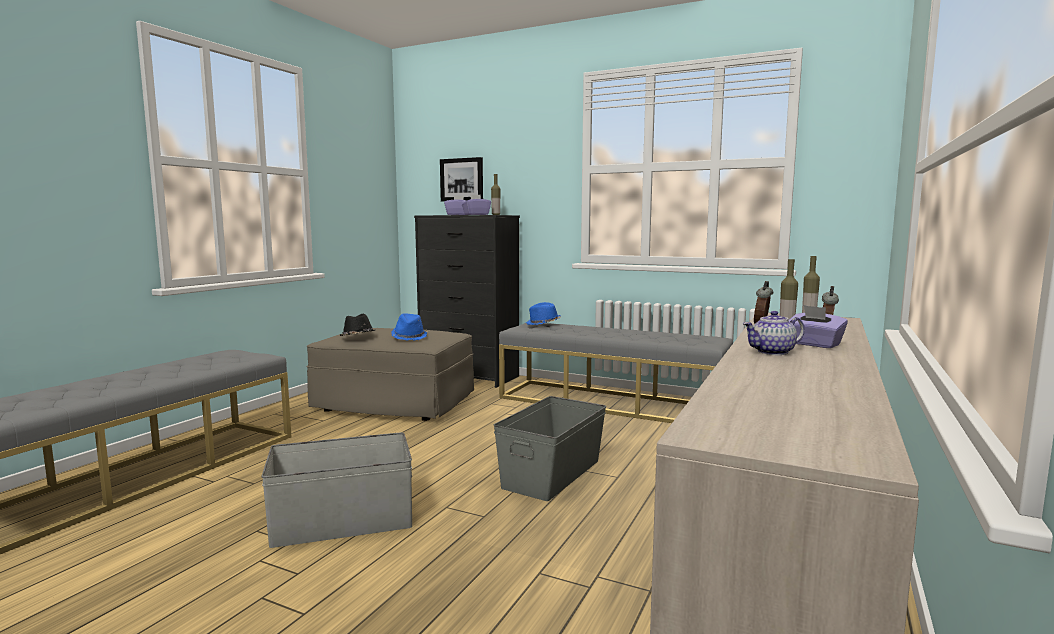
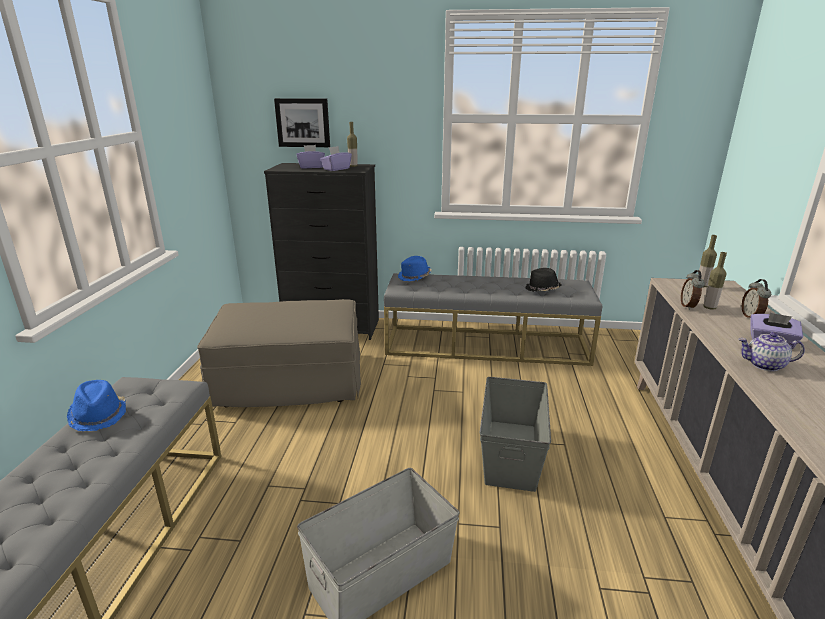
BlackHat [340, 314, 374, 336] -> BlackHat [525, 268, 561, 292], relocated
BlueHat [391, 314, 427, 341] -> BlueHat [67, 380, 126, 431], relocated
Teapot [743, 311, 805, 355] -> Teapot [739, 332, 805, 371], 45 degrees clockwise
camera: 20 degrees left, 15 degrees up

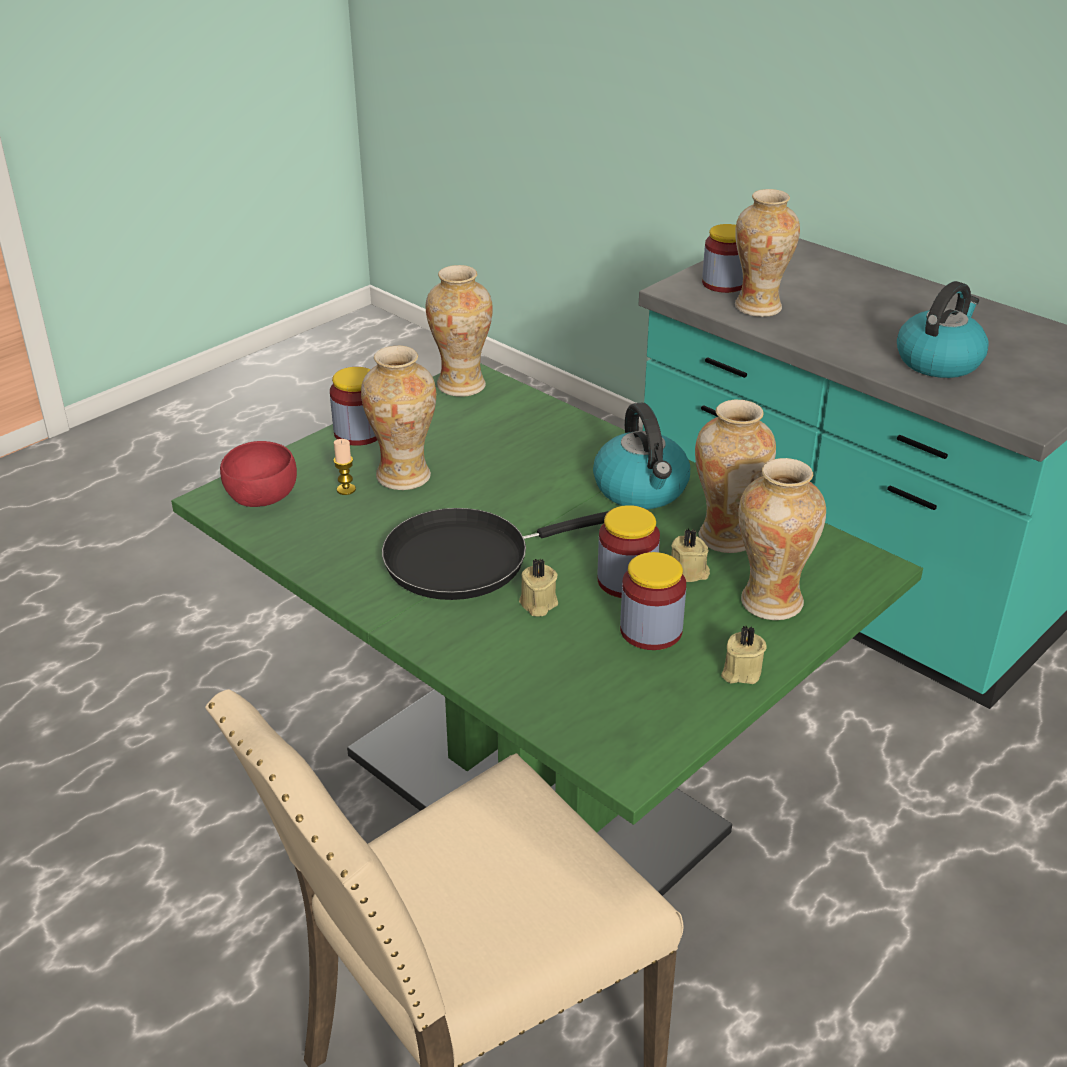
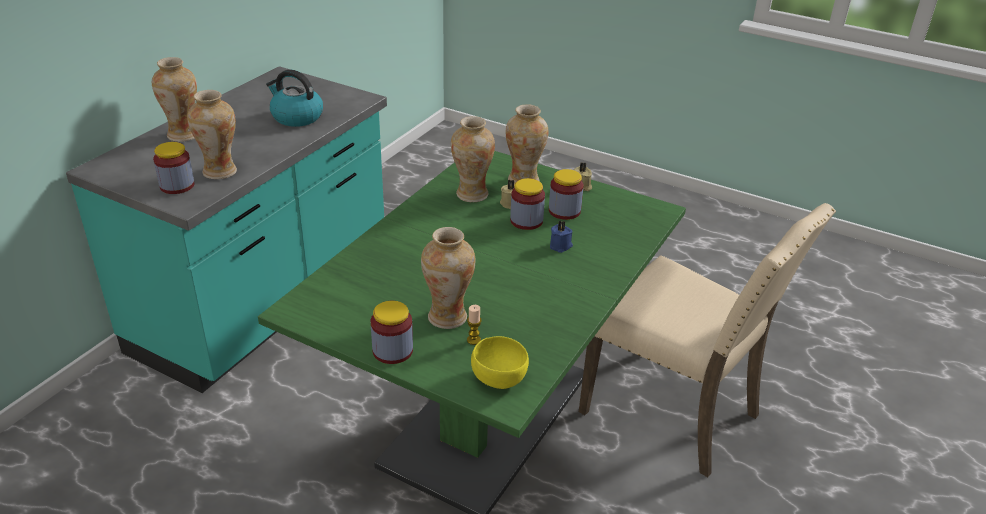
BlackFryingPan [382, 508, 609, 600] -> none
Kettle [593, 402, 690, 509] -> none
Vase [426, 265, 493, 396] -> Vase [152, 57, 197, 142], relocated
RedBowl [220, 441, 297, 507] -> YellowBowl [471, 336, 529, 389]
BeigeCandle [519, 558, 558, 616] -> BlueCandle [550, 220, 573, 253]
camera: 105 degrees left, 0 degrees up

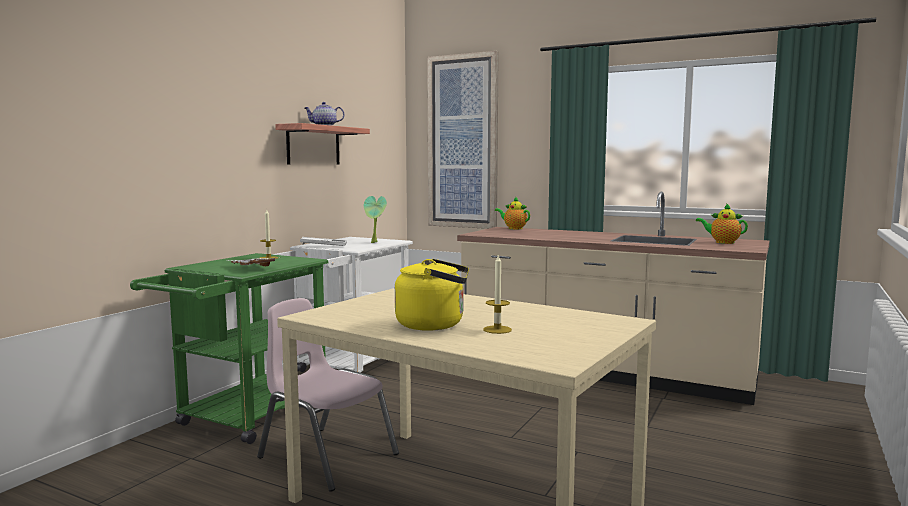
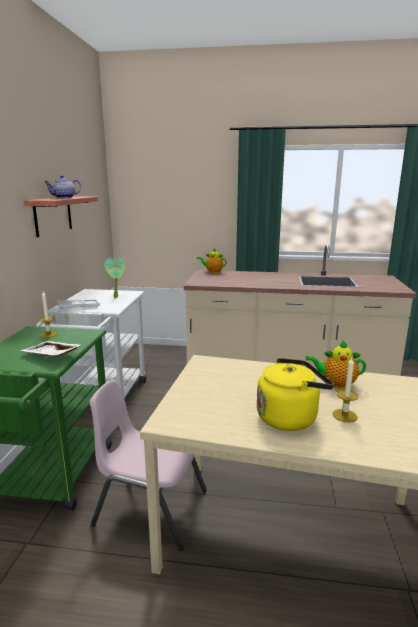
Picture [427, 51, 499, 229] -> none
Teapot [696, 203, 748, 244] -> Teapot [305, 341, 366, 389], relocated
camera: 20 degrees left, 10 degrees up

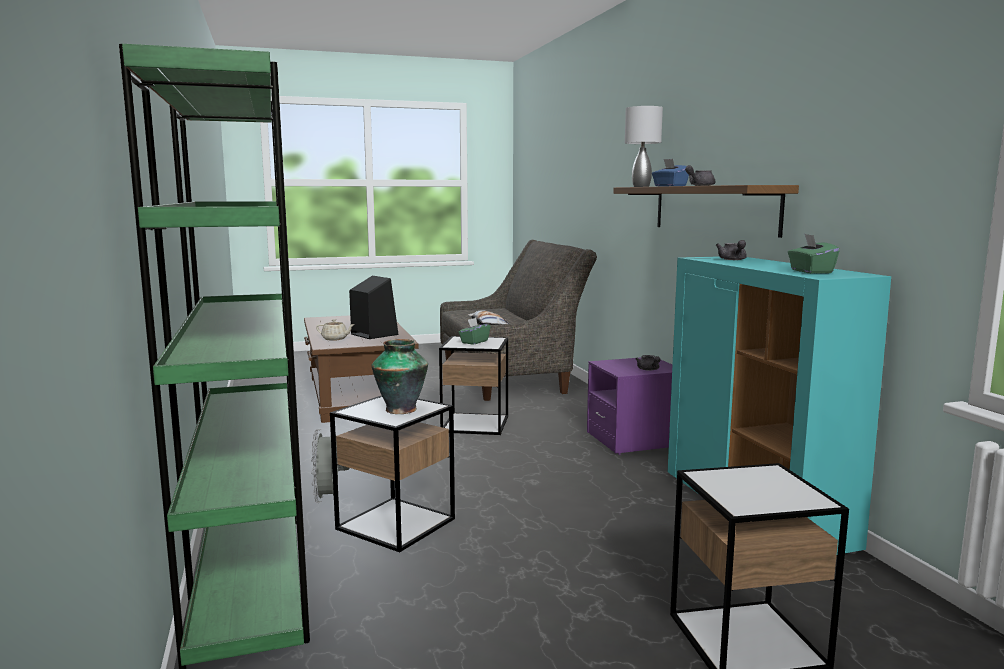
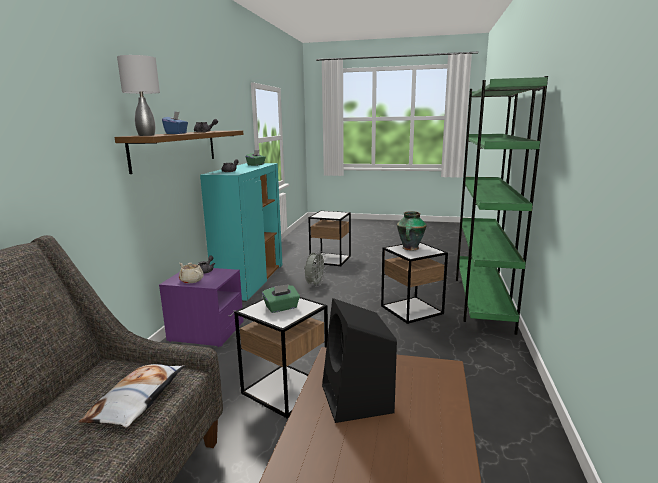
GreyFan [311, 429, 350, 503] -> GreyFan [304, 251, 327, 287], relocated
BeigeTeapot [316, 319, 355, 341] -> BeigeTeapot [179, 263, 204, 283], relocated
camera: 150 degrees left, 5 degrees up

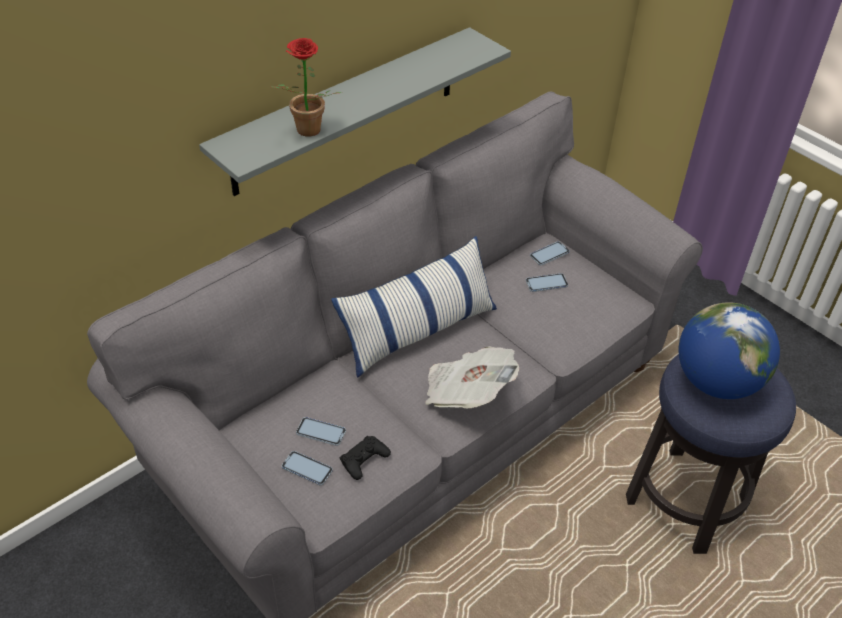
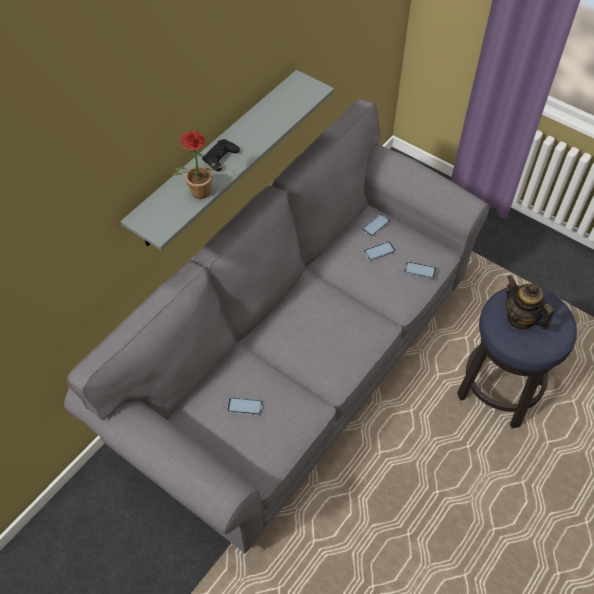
Pillow [331, 236, 497, 378] -> none
Newspaper [425, 346, 519, 409] -> none
Phone [282, 451, 333, 485] -> Phone [404, 261, 436, 279], relocated
BlackGameController [340, 436, 391, 480] -> BlackGameController [202, 139, 240, 171], relocated
Globe [678, 302, 780, 399] -> Teapot [506, 275, 554, 330]
camera: 10 degrees left, 10 degrees up

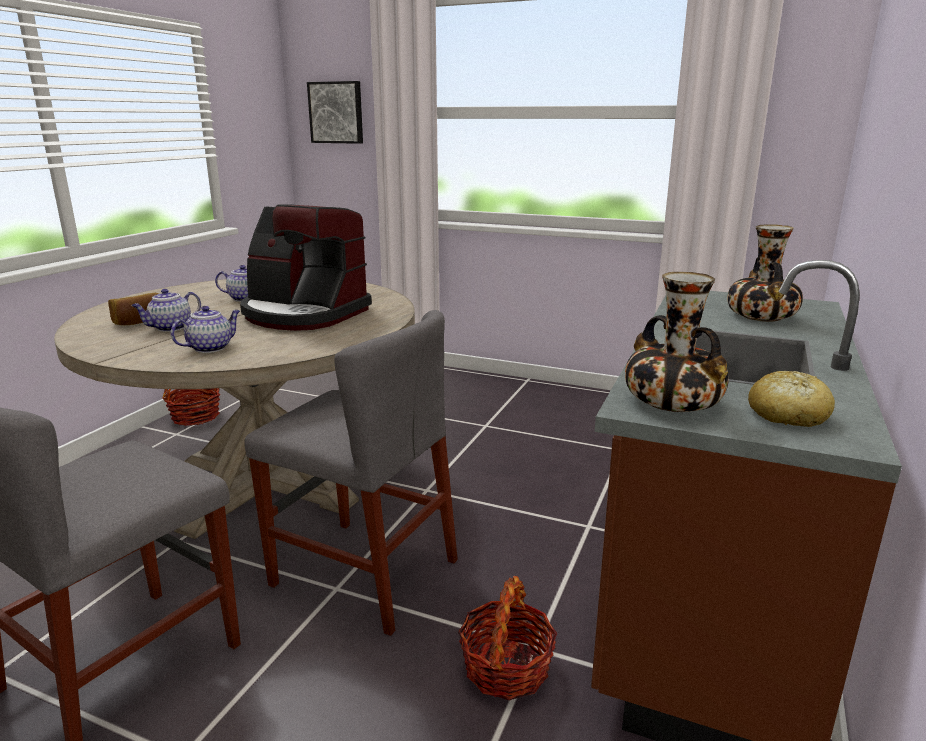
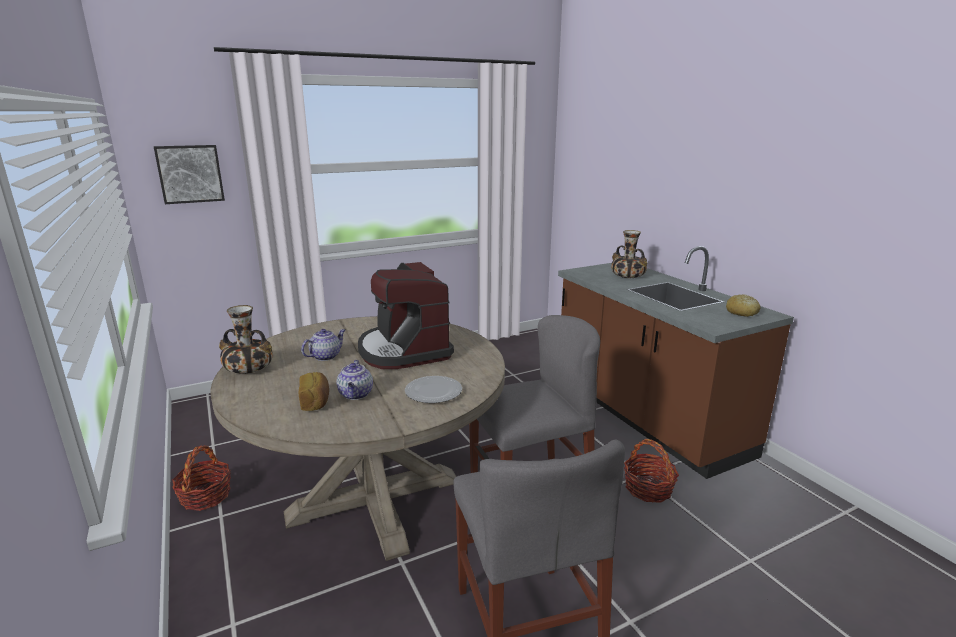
Vase [625, 272, 728, 412] -> Vase [219, 305, 273, 374], relocated
Teapot [171, 306, 240, 353] -> Plate [405, 376, 462, 403]
CoffeeMachine [240, 204, 372, 331] -> CoffeeMachine [358, 262, 454, 369], 90 degrees clockwise
camera: 50 degrees left, 0 degrees up

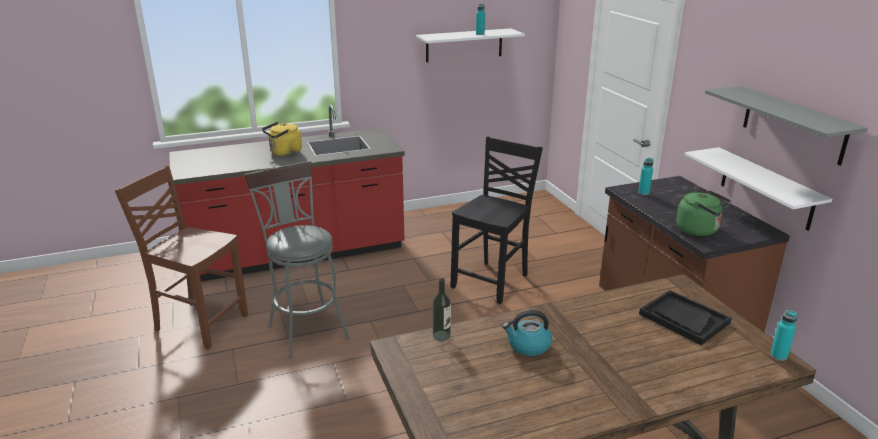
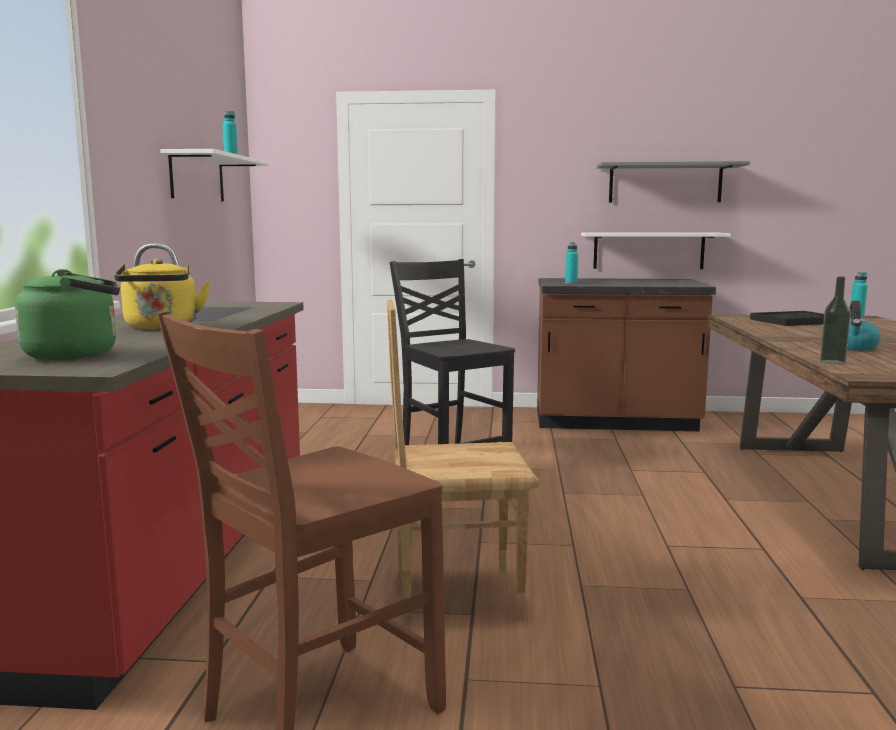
GreenKettle [676, 190, 731, 236] -> GreenKettle [15, 269, 120, 360], relocated
GreyStool [244, 161, 350, 359] -> BrownChair [387, 300, 539, 624]
camera: 65 degrees left, 15 degrees down

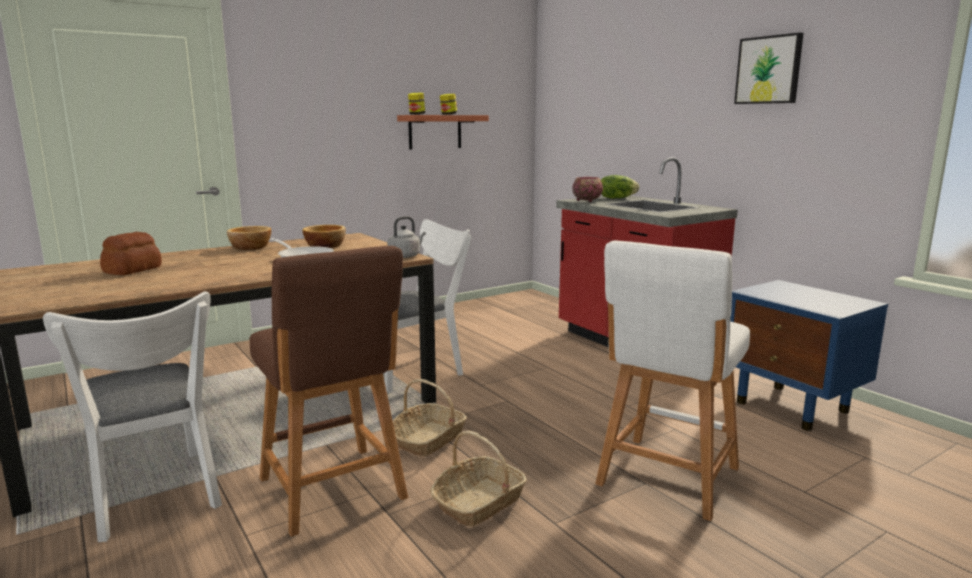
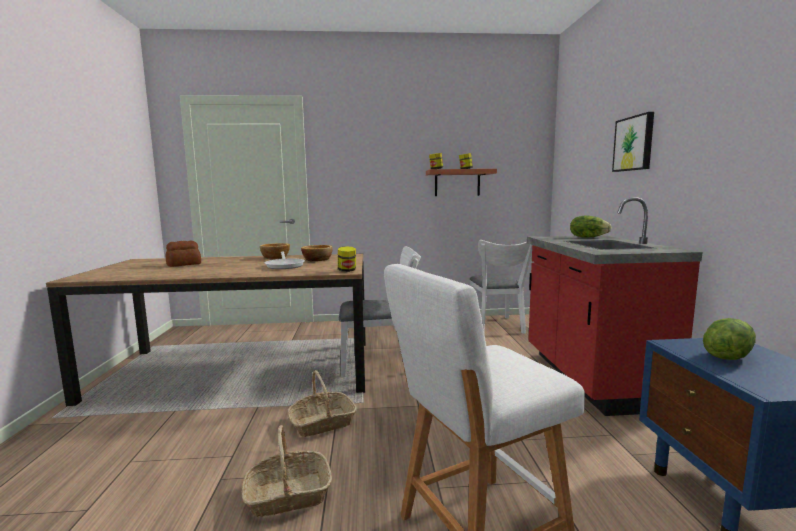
BrownStool [250, 246, 408, 537] -> none
Bowl [572, 177, 603, 202] -> none
none -> Lettuce [703, 318, 756, 360]
WhiteChair [43, 291, 222, 542] -> WhiteChair [470, 240, 532, 334], relocated
Picture [734, 32, 804, 104] -> Picture [612, 112, 654, 172], relocated
GreyKettle [387, 216, 426, 258] -> Jar [338, 246, 356, 272]
camera: 30 degrees right, 5 degrees down

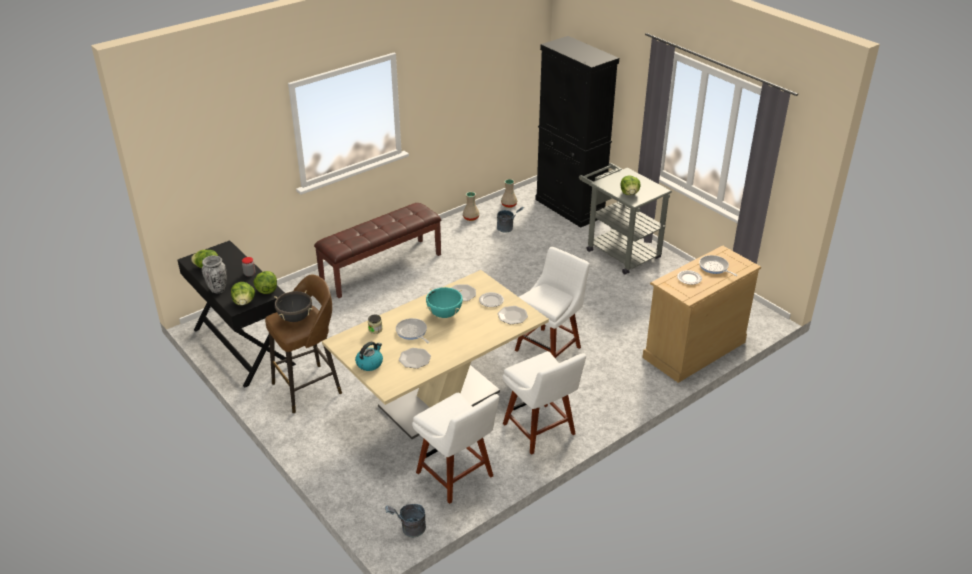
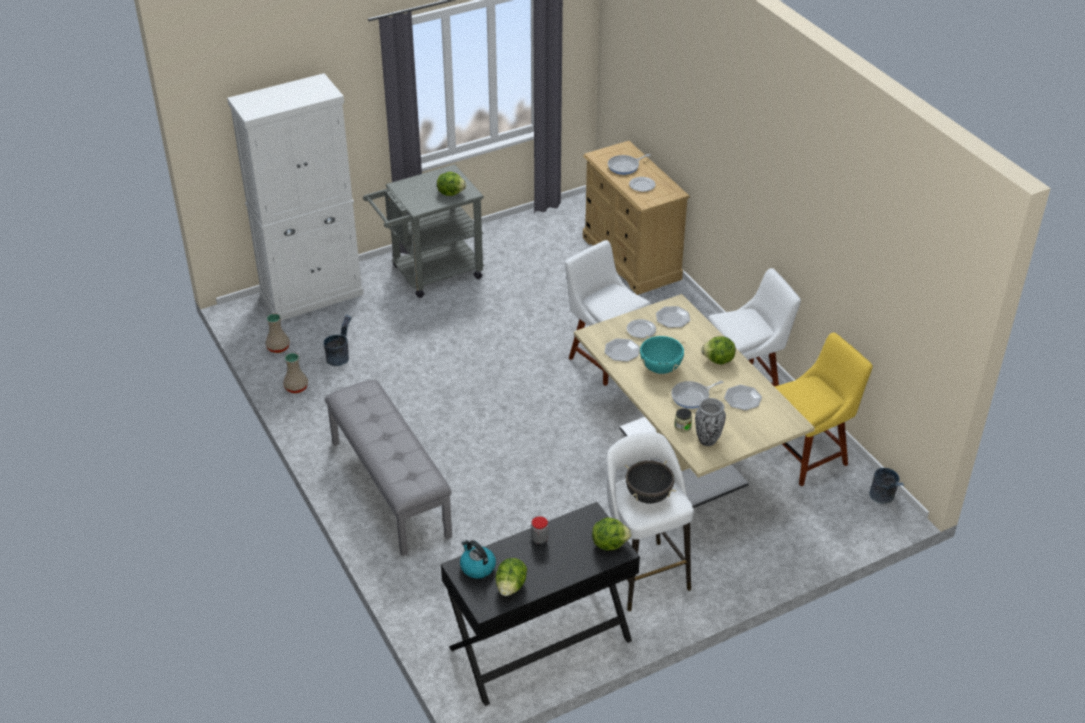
Vase [202, 255, 226, 293] -> Vase [695, 398, 726, 446], relocated
Lettuce [253, 271, 277, 294] -> Lettuce [701, 336, 736, 365], relocated
Kettle [355, 342, 383, 371] -> Kettle [460, 540, 496, 579], relocated
BrownStool [265, 275, 342, 413] -> WhiteStool [606, 432, 694, 611]
BrownBench [314, 203, 441, 298] -> GreyBench [325, 380, 452, 557]
WhiteChair [412, 392, 499, 504] -> YellowChair [775, 333, 873, 486]
BlackCabinet [535, 36, 619, 228] -> WhiteCabinet [227, 73, 364, 321]
camera: 80 degrees left, 5 degrees up

